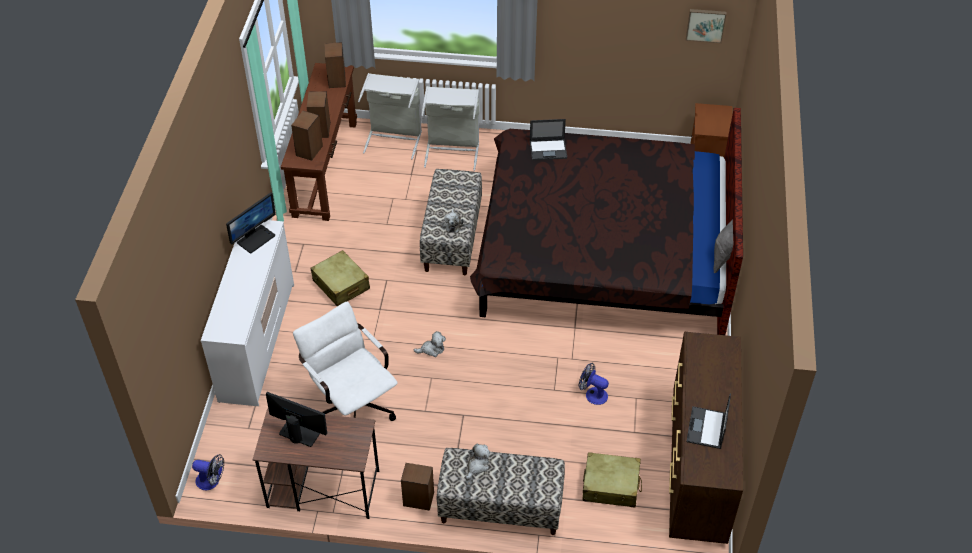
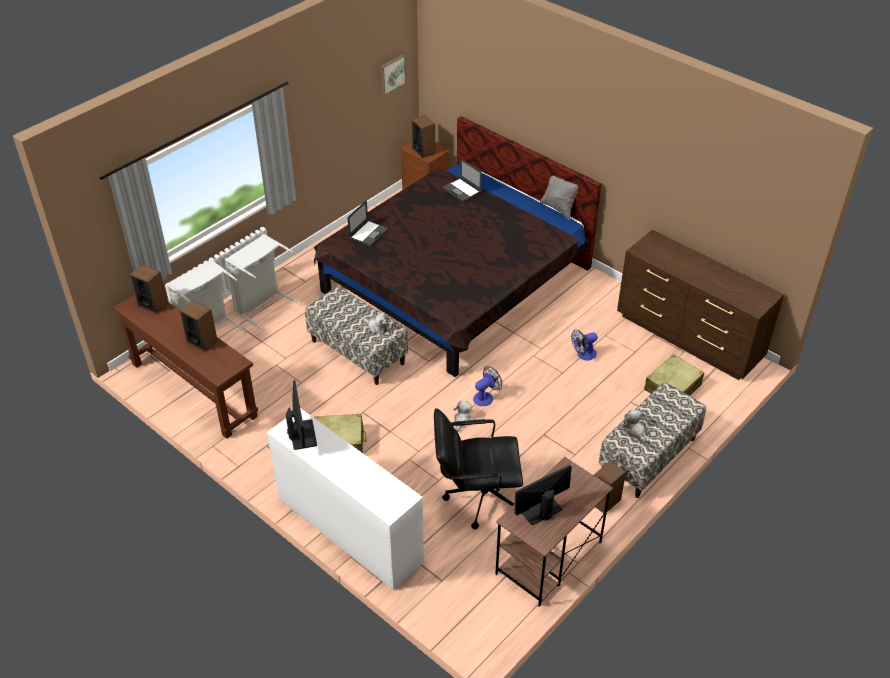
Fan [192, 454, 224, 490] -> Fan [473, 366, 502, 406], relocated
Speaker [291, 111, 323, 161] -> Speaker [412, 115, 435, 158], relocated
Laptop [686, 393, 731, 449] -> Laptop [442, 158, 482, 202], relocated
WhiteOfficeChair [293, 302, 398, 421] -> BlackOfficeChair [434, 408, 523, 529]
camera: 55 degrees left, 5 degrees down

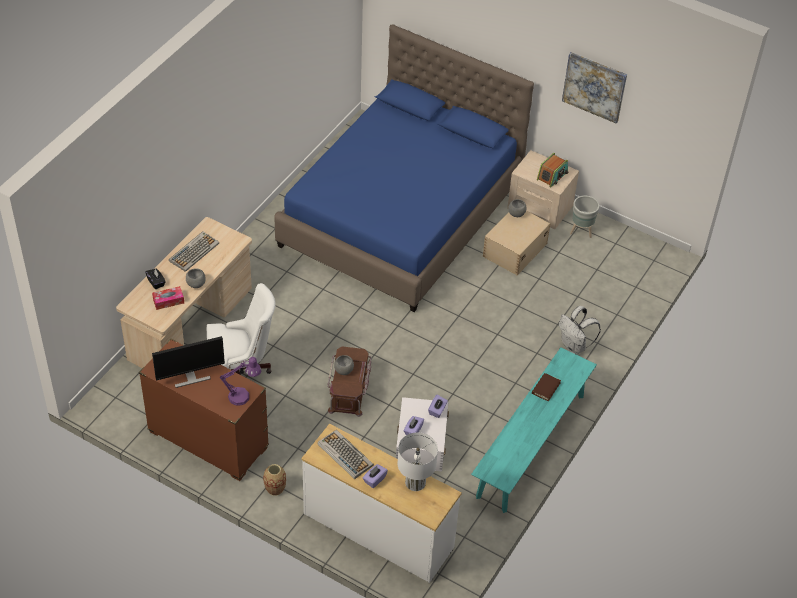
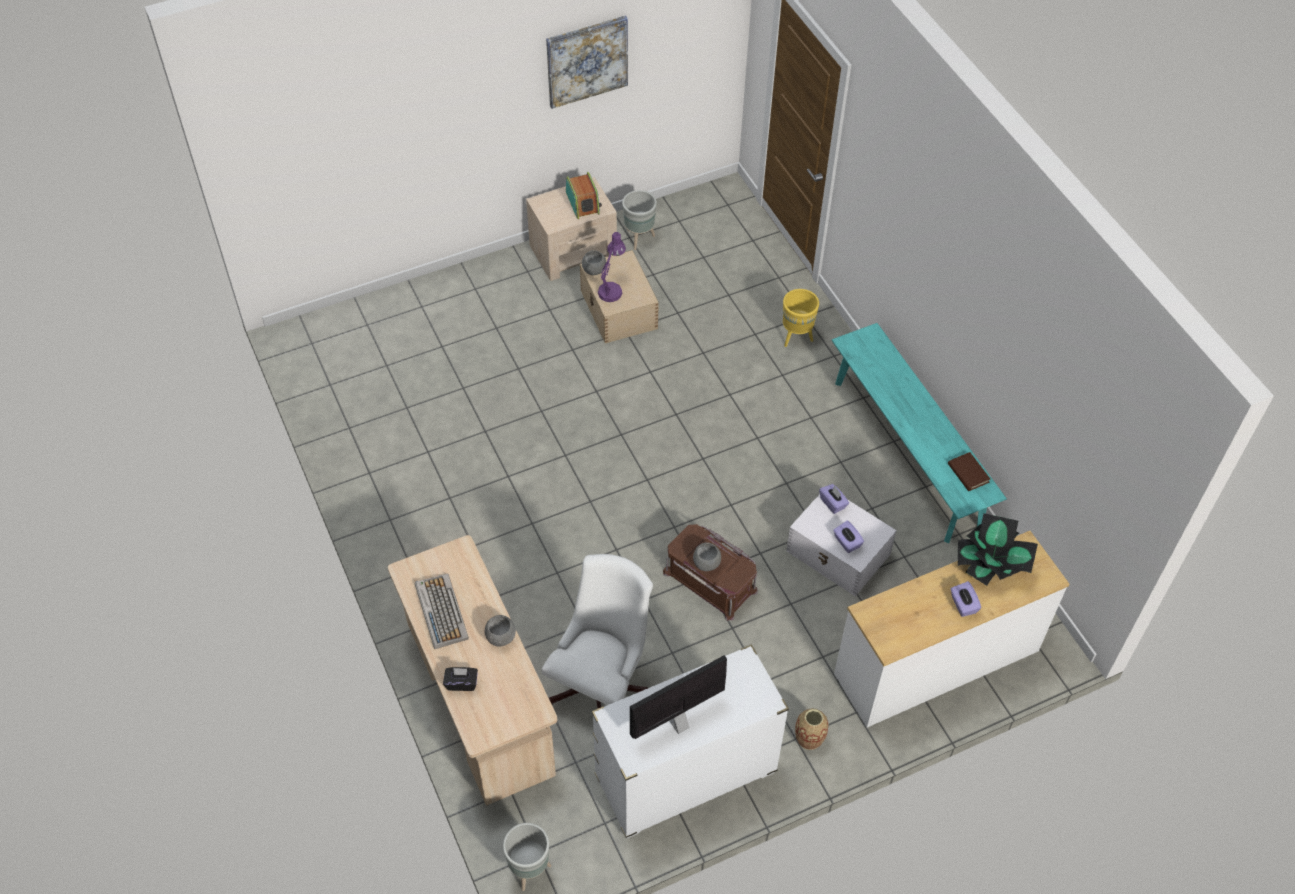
TissueBox [152, 286, 184, 310] -> none
BlueBed [275, 24, 534, 312] -> none
Keyboard [318, 430, 374, 479] -> none
none -> GreyPlanter [503, 823, 551, 891]
PurpleTableLamp [220, 357, 262, 406] -> PurpleTableLamp [598, 232, 626, 302], relocated
BrownBook [532, 373, 561, 401] -> BrownBook [948, 452, 991, 491], relocated
WhiteTableLamp [397, 432, 438, 491] -> PottedPlant [958, 513, 1038, 586]
WhiteBackpack [559, 306, 601, 354] -> YellowPlanter [783, 289, 819, 347]
BrownDresser [139, 339, 269, 481] -> WhiteDresser [592, 644, 789, 839]
Monitor [152, 336, 225, 388] -> Monitor [630, 655, 727, 739], 135 degrees counterclockwise
camera: 55 degrees left, 5 degrees up

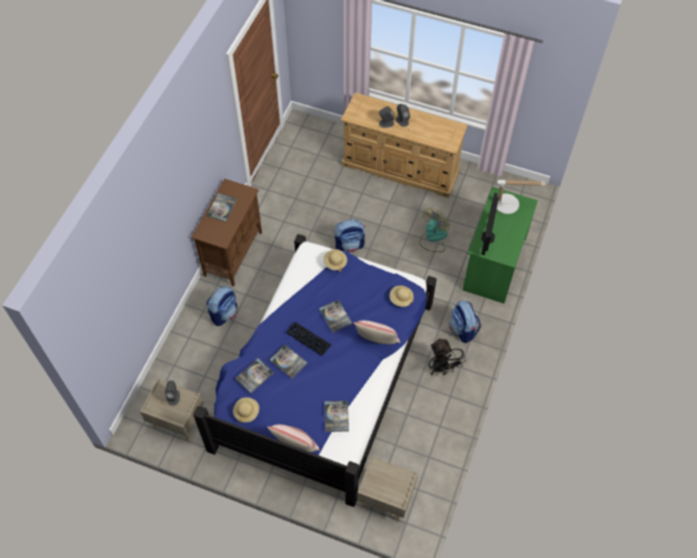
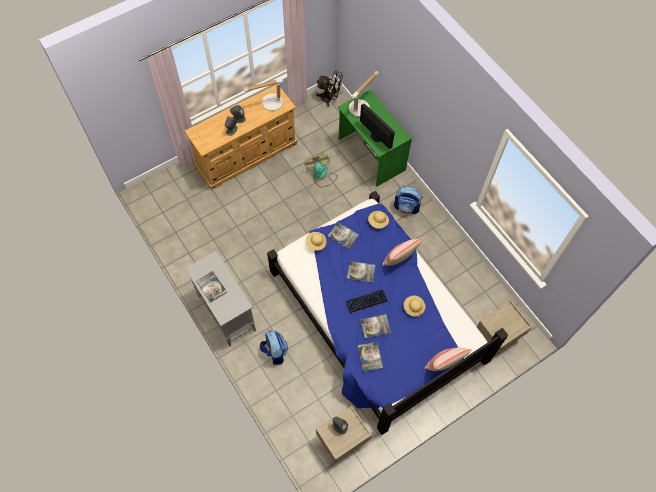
Backpack [335, 219, 365, 253] -> none
none -> TableLamp [244, 78, 283, 111]
BeigeHat [233, 397, 259, 424] -> BeigeHat [403, 295, 425, 317], relocated
Book [325, 401, 349, 432] -> Book [328, 222, 359, 249], relocated
BlackFan [428, 338, 466, 375] -> BlackFan [316, 71, 343, 107], relocated
BrownCabinet [191, 179, 262, 286] -> GreyCabinet [185, 251, 256, 347]
camera: 55 degrees left, 5 degrees up

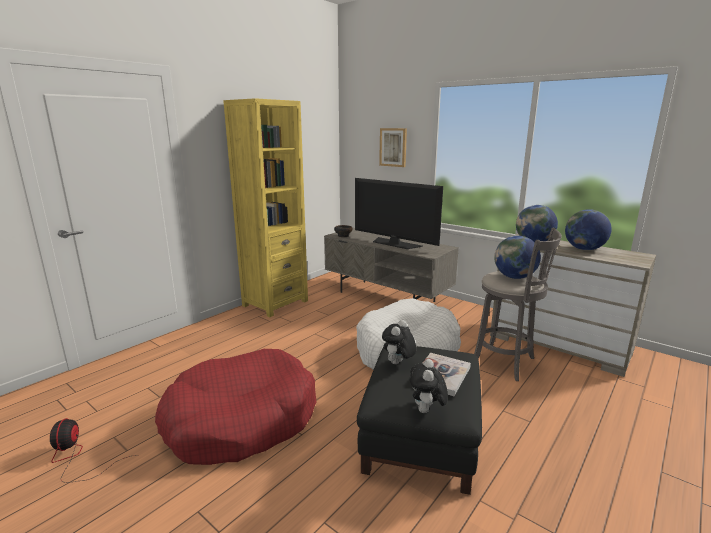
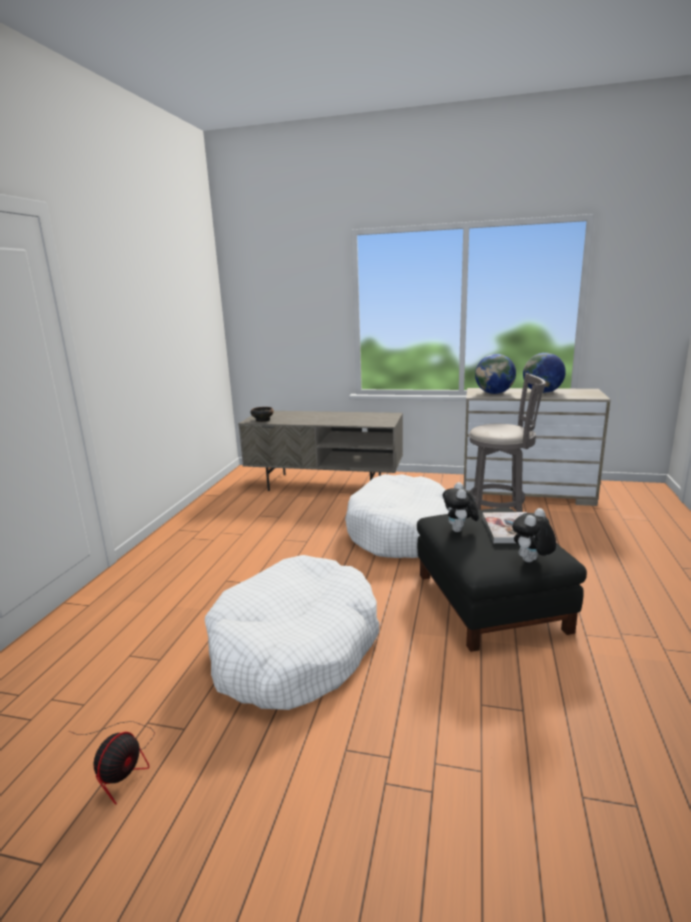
YellowBookcase [223, 98, 308, 317] -> none
Television [355, 178, 443, 249] -> none
Picture [379, 128, 407, 167] -> none
Globe [494, 236, 541, 279] -> none
RedDogBed [155, 349, 317, 465] -> WhiteDogBed [205, 555, 380, 710]
Fan [50, 418, 137, 483] -> Fan [69, 721, 155, 805], 120 degrees counterclockwise
PlushToy [410, 359, 448, 413] -> PlushToy [512, 508, 556, 562], 60 degrees clockwise
camera: 25 degrees left, 0 degrees up

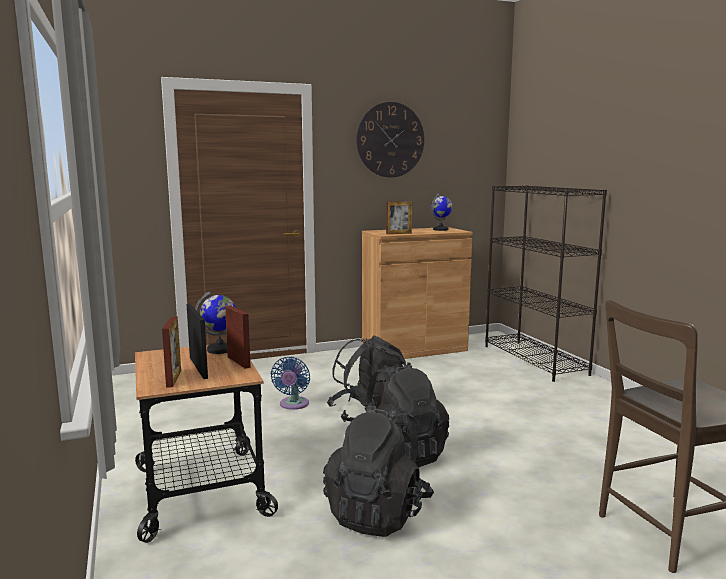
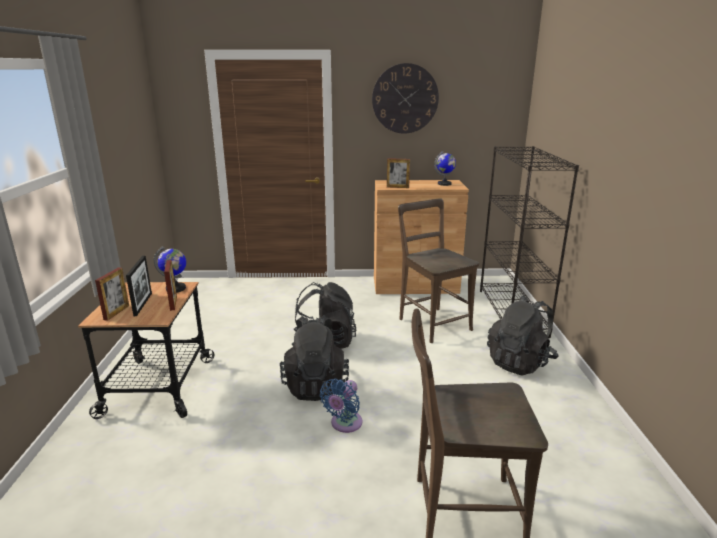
none -> BrownChair [398, 198, 479, 343]
BlueFan [271, 357, 310, 410] -> BlueFan [320, 379, 362, 433], relocated
BlackBackpack [323, 403, 434, 537] -> BlackBackpack [487, 295, 559, 375], relocated
camera: 20 degrees right, 10 degrees up

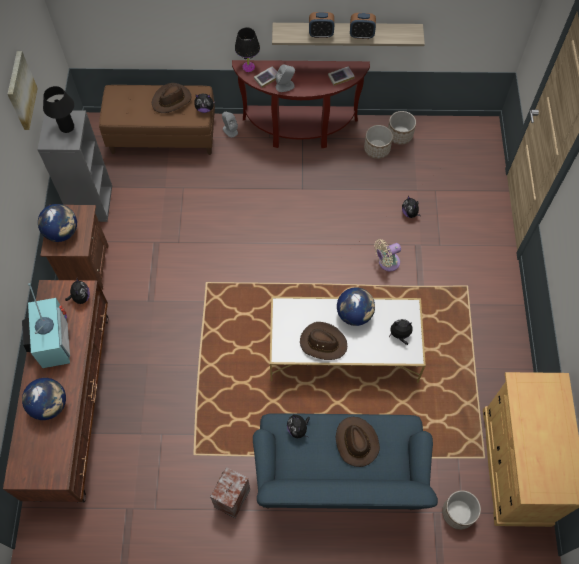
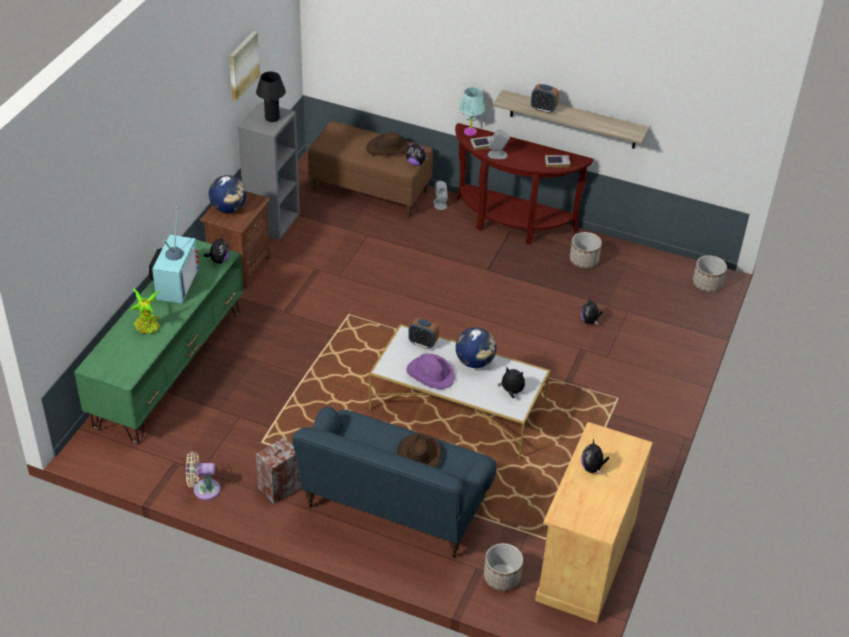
PlushToy [287, 415, 310, 438] -> PlushToy [581, 439, 609, 474], relocated
AlarmClock [350, 13, 376, 39] -> AlarmClock [408, 318, 439, 349], relocated
BeigeFan [374, 239, 401, 272] -> BeigeFan [186, 451, 221, 500], relocated
Planter [388, 111, 416, 145] -> Planter [693, 255, 727, 292], relocated
Globe [22, 378, 66, 420] -> PottedPlant [129, 288, 160, 334]
BrownTvStand [3, 280, 109, 502] -> GreenTvStand [74, 240, 244, 444]
BlackTableLamp [235, 28, 260, 72] -> TurquoiseTableLamp [459, 87, 485, 136]
BrownHat [300, 322, 347, 360] -> PurpleHat [406, 354, 455, 389]
camera: 20 degrees right, 20 degrees down

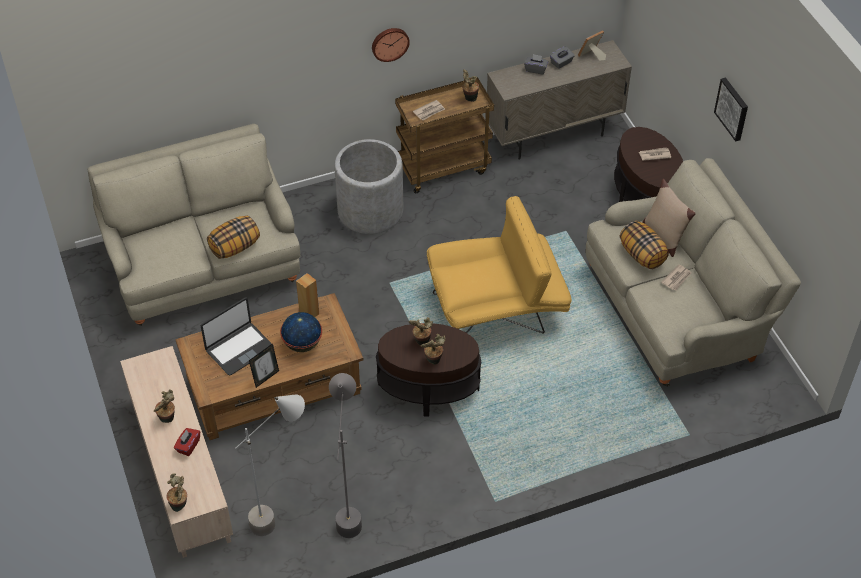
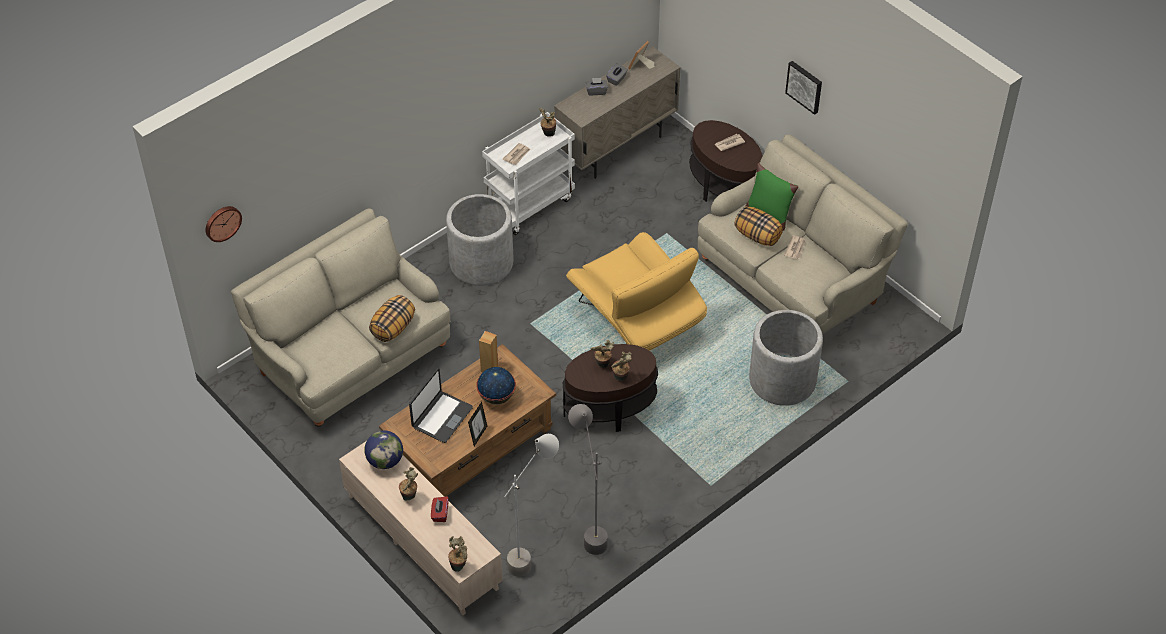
none -> Globe [364, 430, 403, 469]
none -> GreyPlanter [749, 310, 823, 406]
WallClock [372, 28, 410, 62] -> WallClock [205, 206, 242, 242], relocated
BrownCart [395, 77, 494, 193] -> WhiteCart [482, 112, 575, 235]
BeigePillow [643, 179, 696, 257] -> GreenPillow [746, 163, 798, 230]
YellowArmchair [427, 196, 572, 334] -> YellowArmchair [566, 232, 707, 351], 90 degrees clockwise
camera: 20 degrees left, 0 degrees up

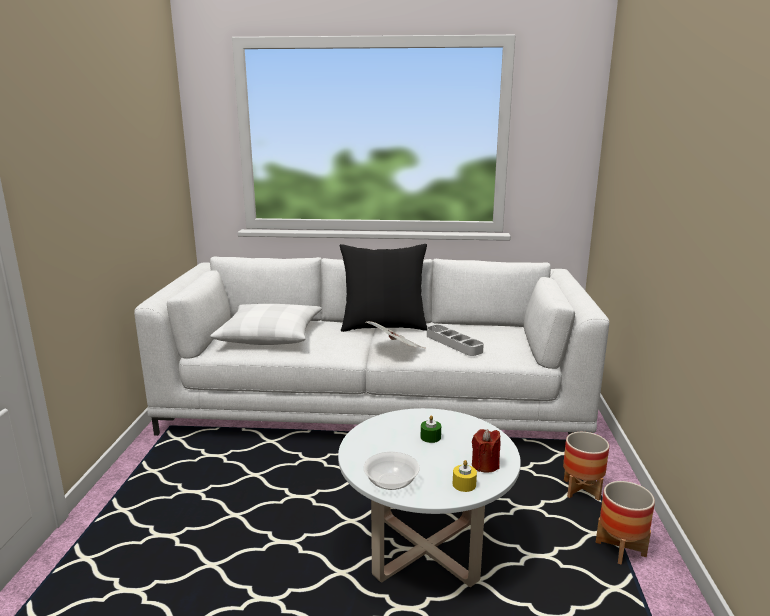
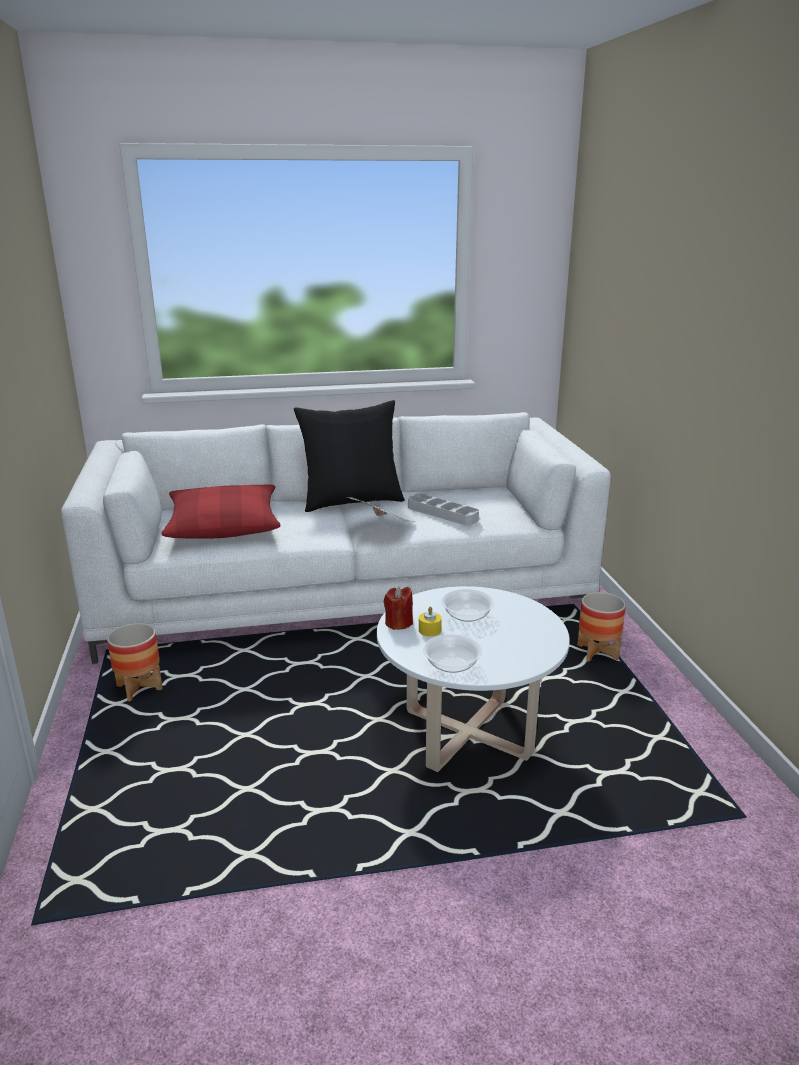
YellowCandle [453, 460, 477, 492] -> YellowCandle [419, 606, 442, 637], relocated
RedCandle [472, 429, 501, 472] -> RedCandle [384, 587, 413, 630], relocated
Planter [596, 481, 655, 565] -> Planter [107, 623, 163, 701], relocated
GreenCandle [421, 415, 441, 443] -> Bowl [441, 589, 494, 622]
WhitePillow [210, 304, 322, 345] -> RedPillow [161, 484, 281, 539]
camera: 15 degrees left, 5 degrees up

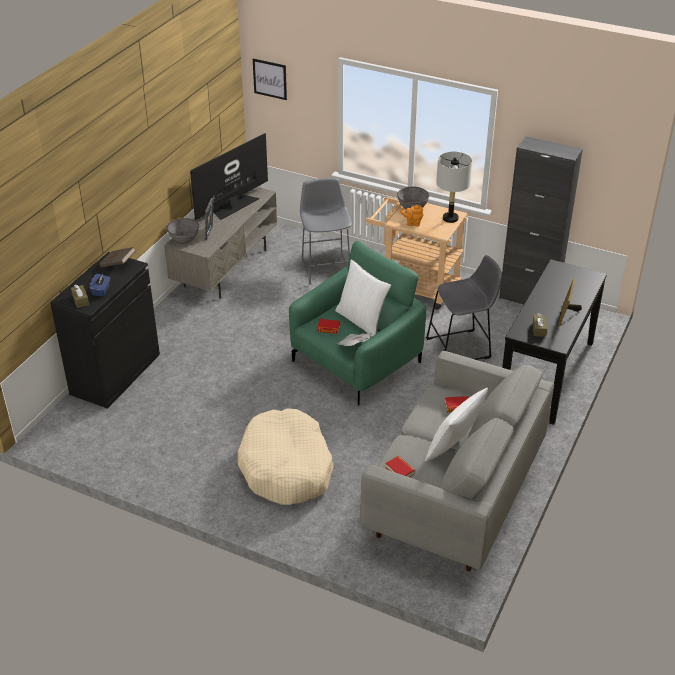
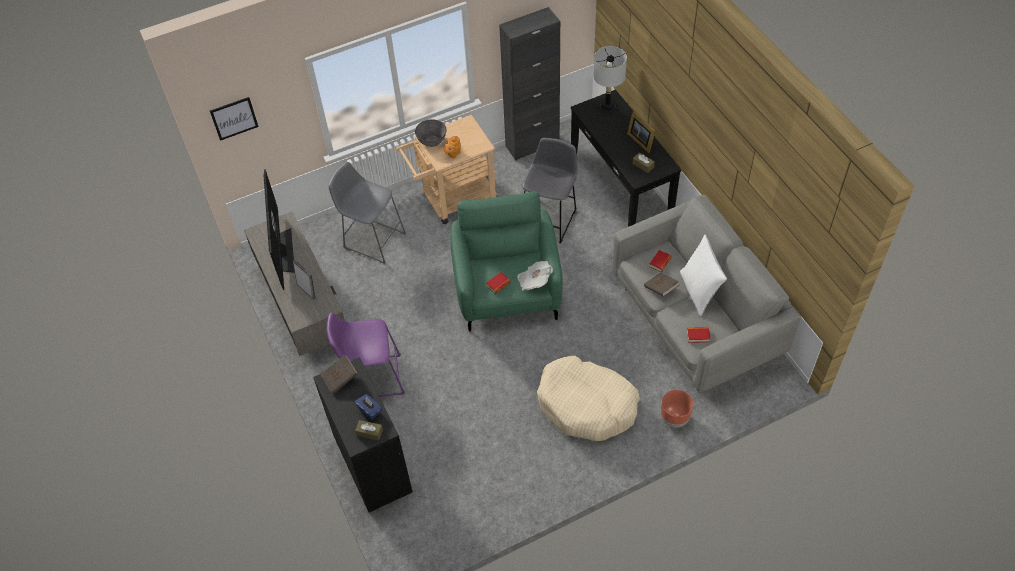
GreyBowl [167, 218, 199, 244] -> none
WhitePillow [335, 259, 391, 337] -> none
none -> PurpleStool [327, 312, 405, 397]
none -> BrownBook [644, 272, 679, 297]
none -> BrownPlanter [660, 390, 693, 428]
GreyTableLamp [436, 152, 472, 223] -> GreyTableLamp [593, 46, 627, 110], relocated
camera: 50 degrees left, 15 degrees up

